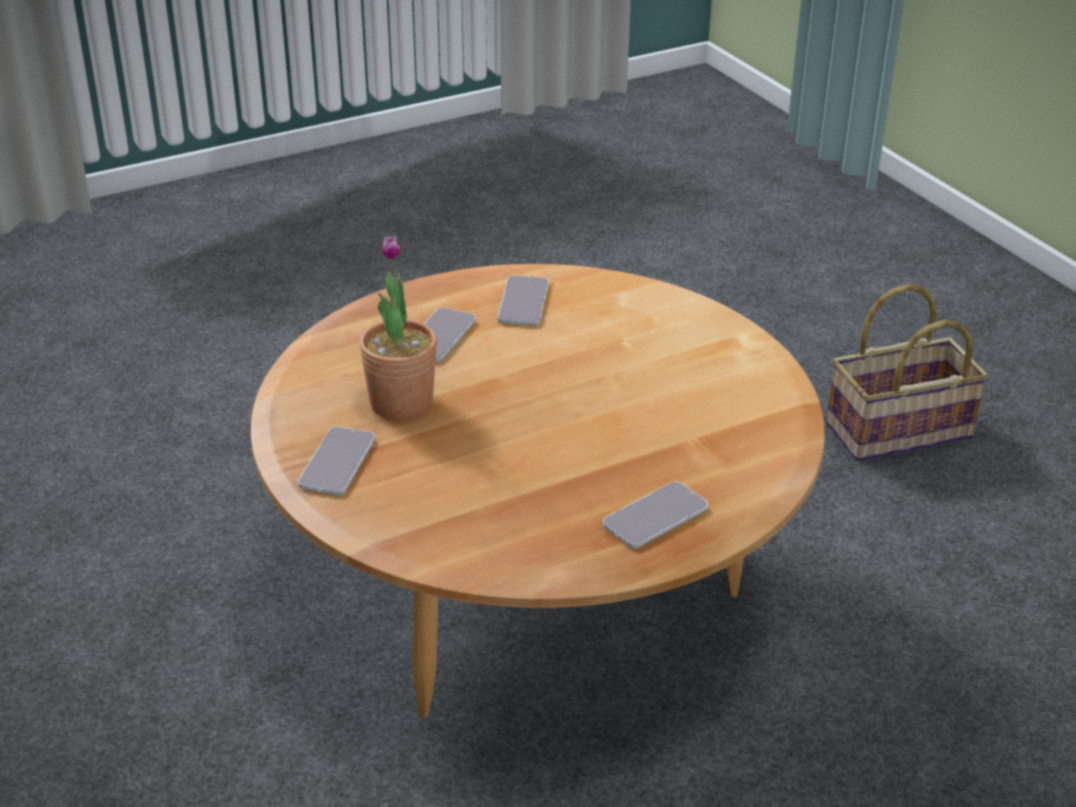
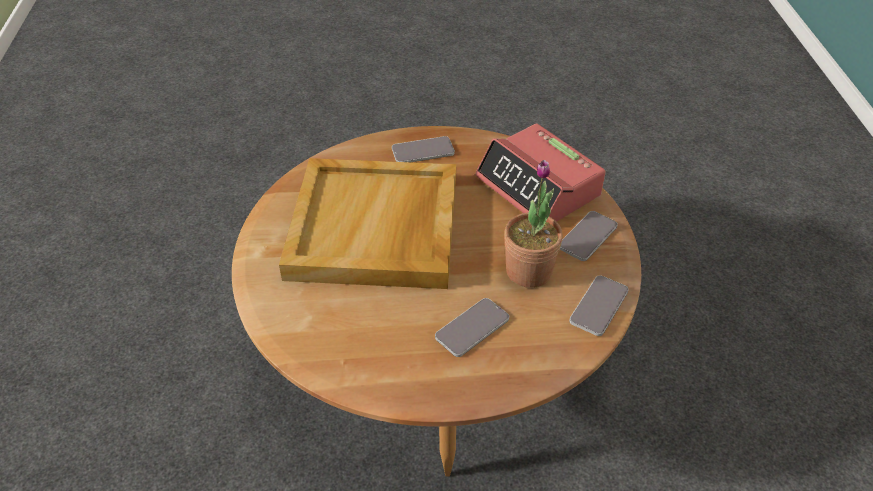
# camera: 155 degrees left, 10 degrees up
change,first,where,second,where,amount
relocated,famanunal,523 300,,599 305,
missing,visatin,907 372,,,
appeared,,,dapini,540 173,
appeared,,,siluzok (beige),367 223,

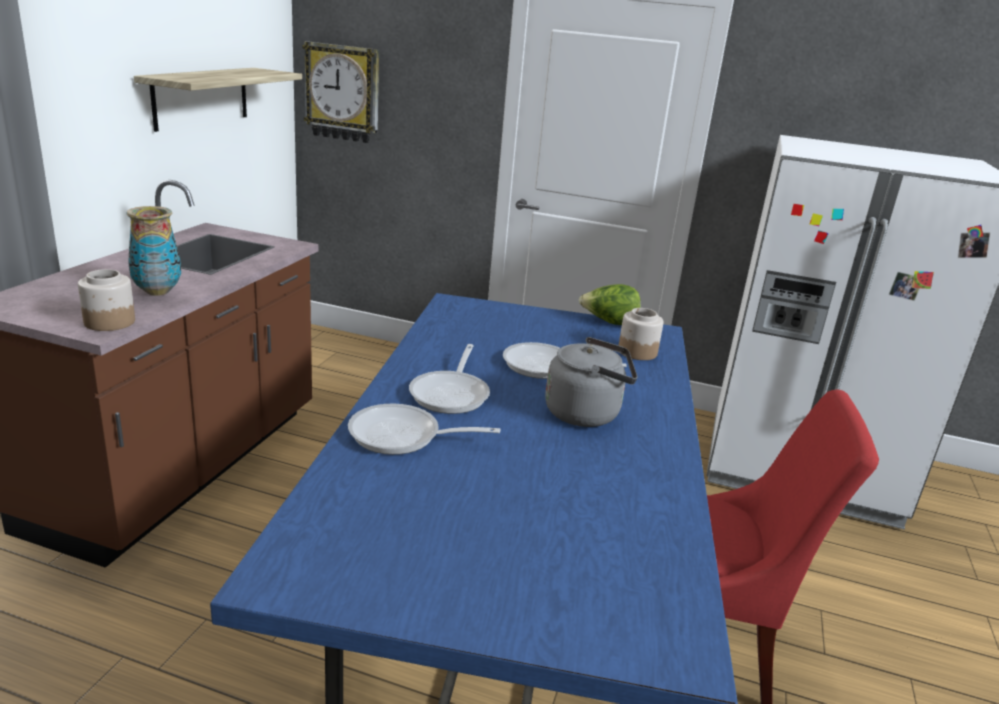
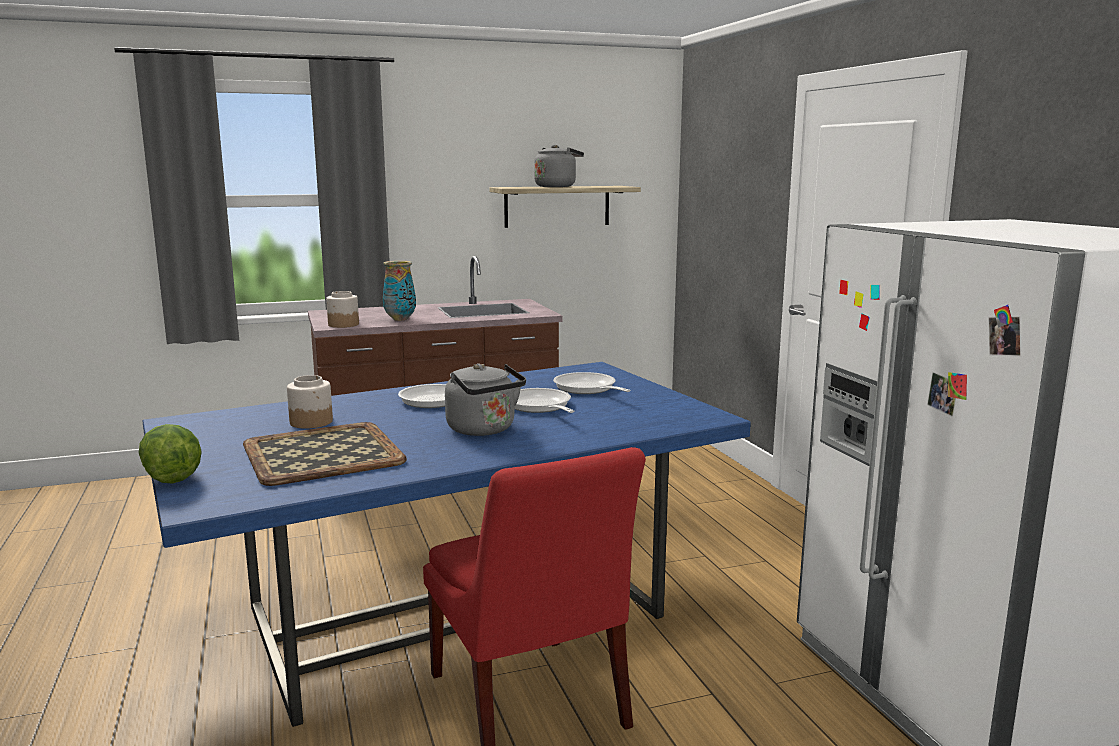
# camera: 55 degrees right, 10 degrees down
change,first,where,second,where,amount
missing,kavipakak,340 92,,,
relocated,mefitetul,610 304,,170 453,
relocated,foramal,641 334,,310 402,
relocated,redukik,424 429,,592 383,
appeared,,,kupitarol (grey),559 166,
appeared,,,siluzok,325 454,

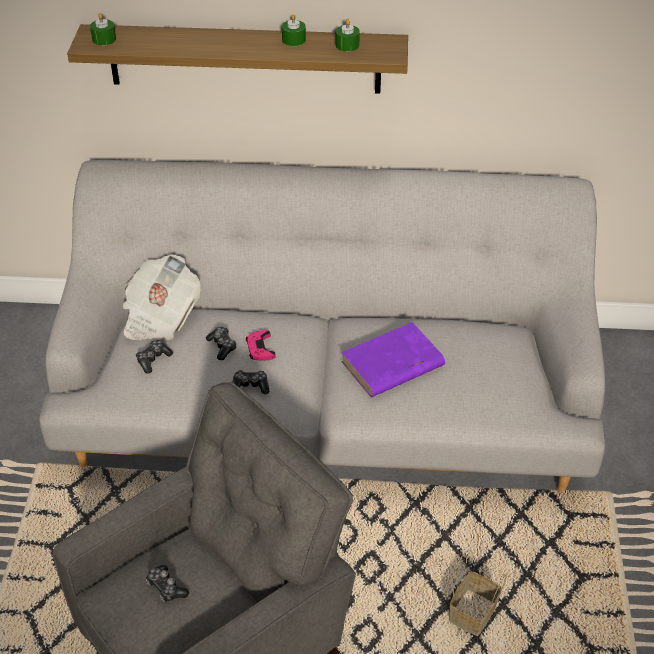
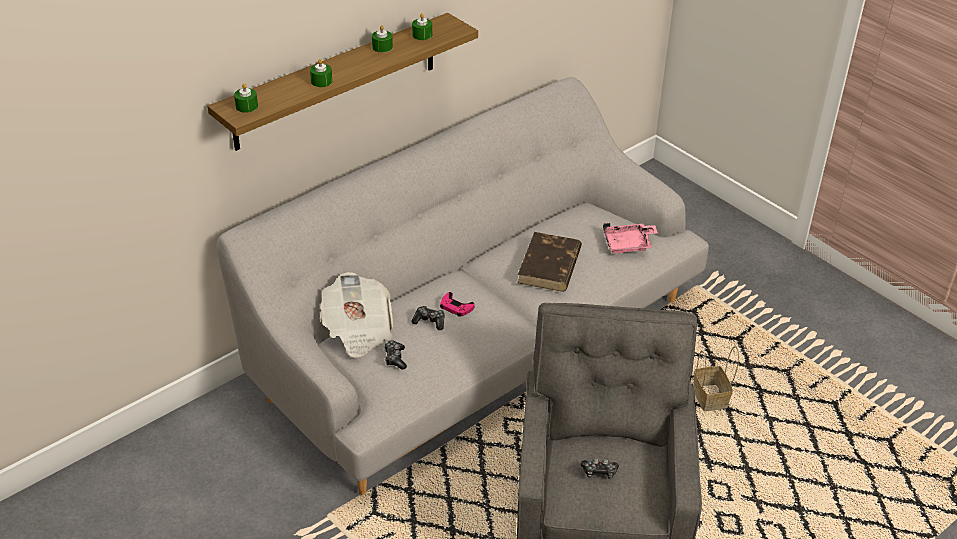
# camera: 45 degrees left, 5 degrees down
change,first,where,second,where,amount
colour,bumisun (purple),393 359,bumisun (brown),550 262,
missing,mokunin,251 382,,,
appeared,,,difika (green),321 73,
appeared,,,siluzok (pink),630 238,

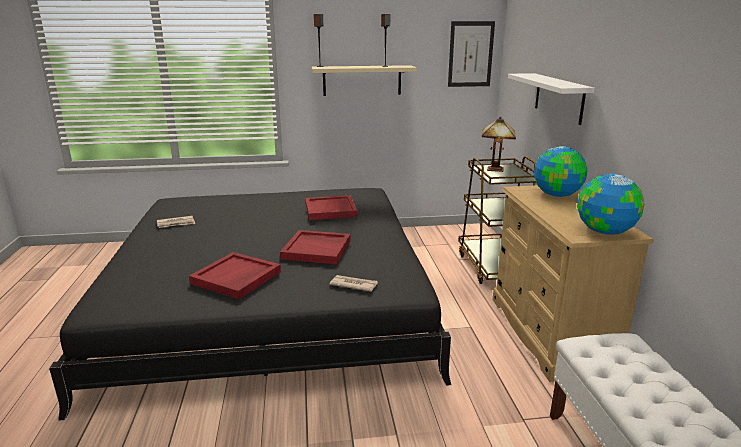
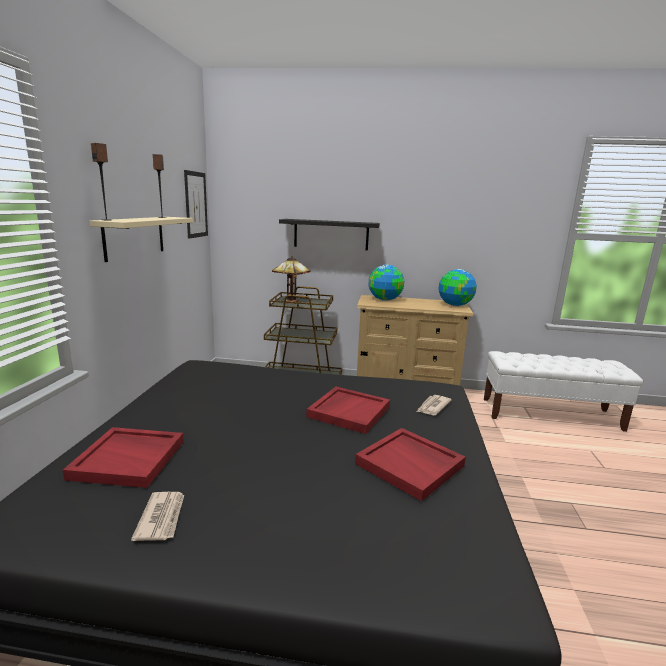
# camera: 75 degrees left, 5 degrees down
change,first,where,second,where,amount
colour,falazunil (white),551 99,falazunil (black),329 235,
relocated,siluzok (red),331 207,,123 457,

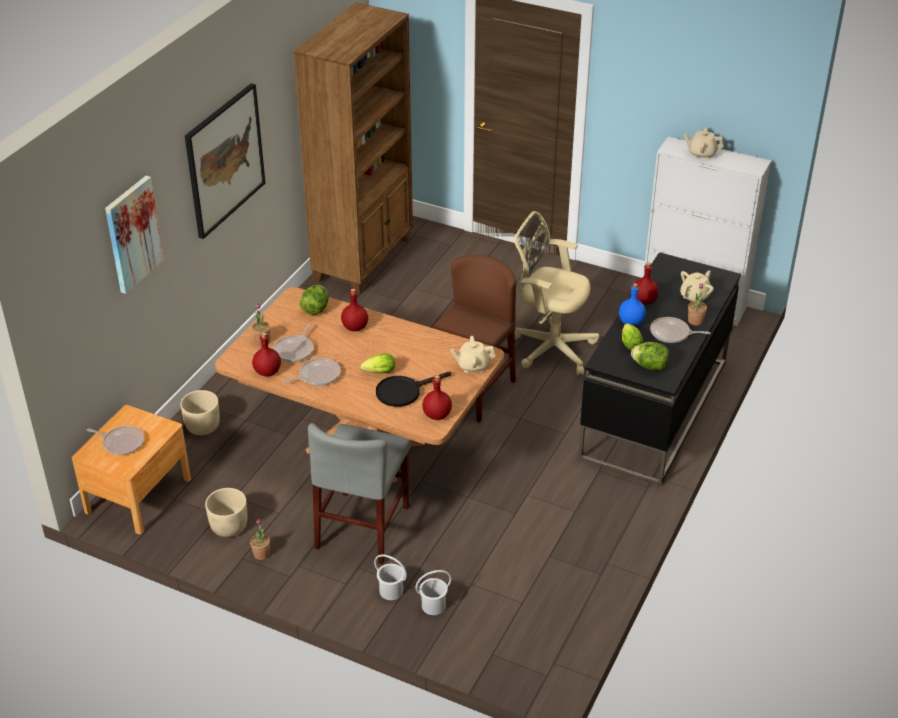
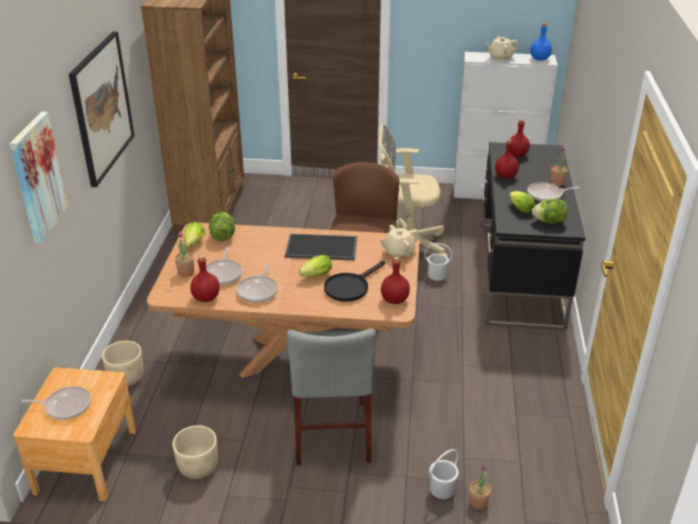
# camera: 20 degrees left, 5 degrees down
change,first,where,second,where,amount
missing,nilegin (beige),697 286,,,
relocated,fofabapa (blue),632 304,,541 42,
relocated,fofabapa (red),354 310,,520 138,
spun,redukik,311 372,,257 282,150 degrees clockwise
relocated,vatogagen,260 539,,480 486,
relocated,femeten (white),390 577,,438 262,
appeared,,,mefitetul,194 234,
appeared,,,siluzok,321 247,

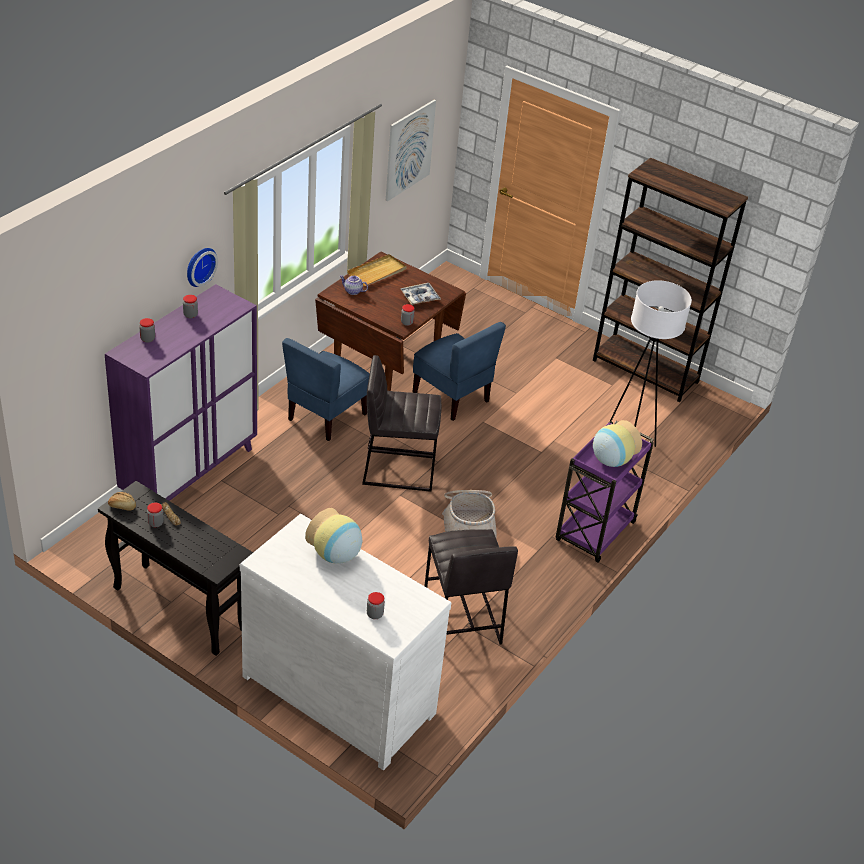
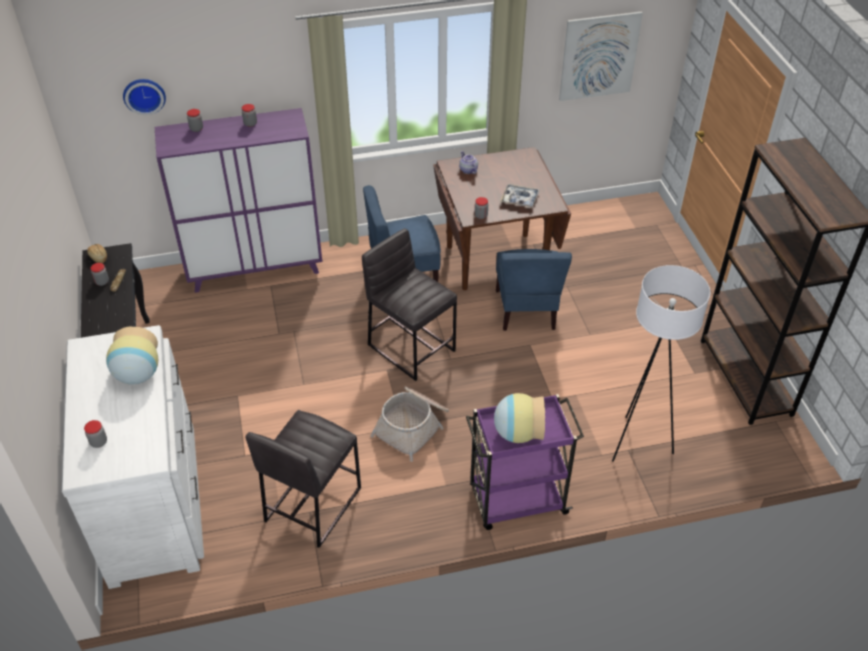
# camera: 45 degrees right, 5 degrees up
change,first,where,second,where,amount
relocated,kavipakak,202 267,,144 97,
missing,siluzok (beige),376 270,,,

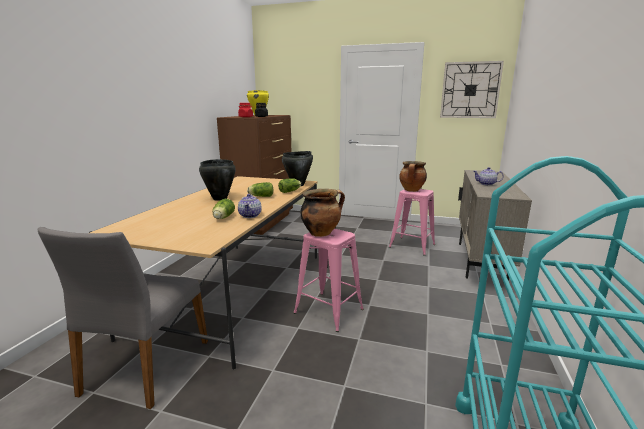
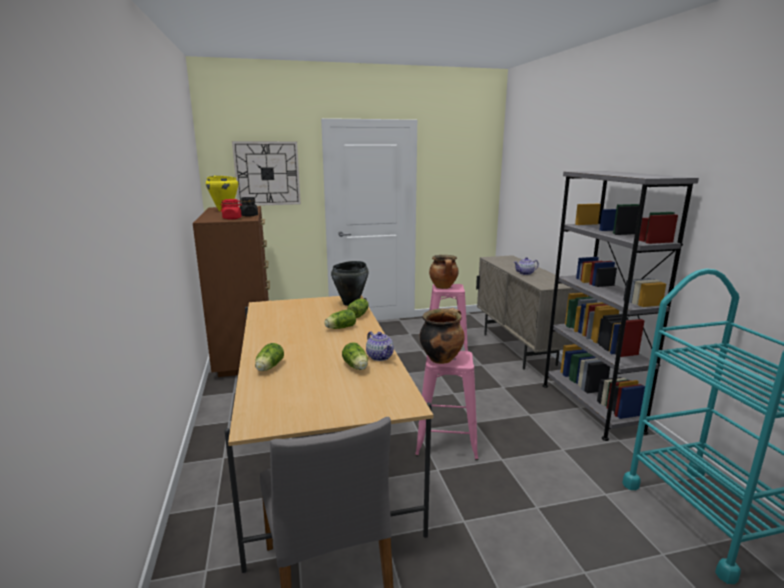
# camera: 30 degrees left, 0 degrees up
change,first,where,second,where,amount
relocated,kavipakak,472 89,,266 173,
missing,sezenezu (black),217 180,,,
appeared,,,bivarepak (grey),621 306,
appeared,,,mefitetul,269 357,

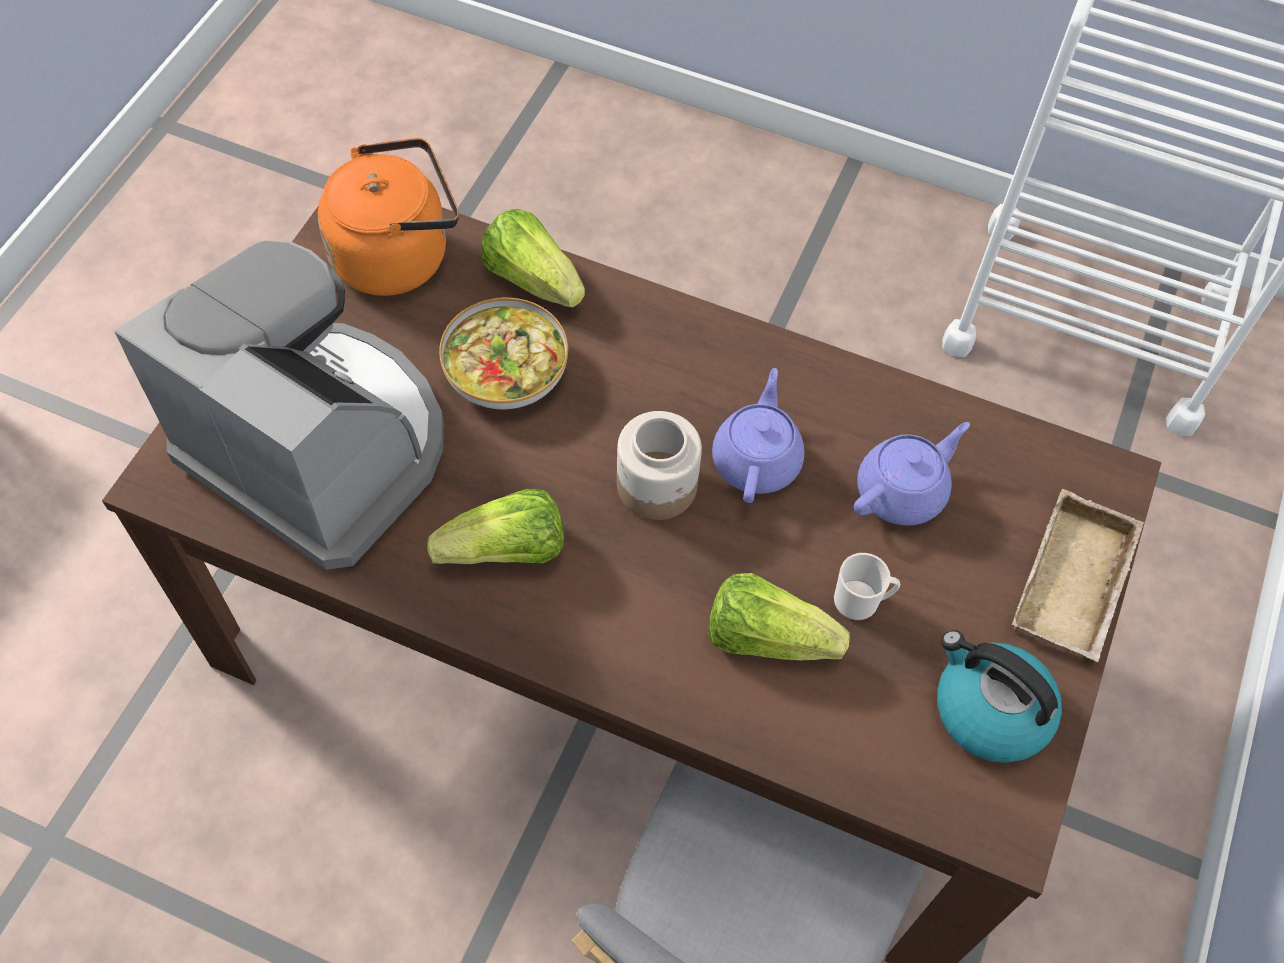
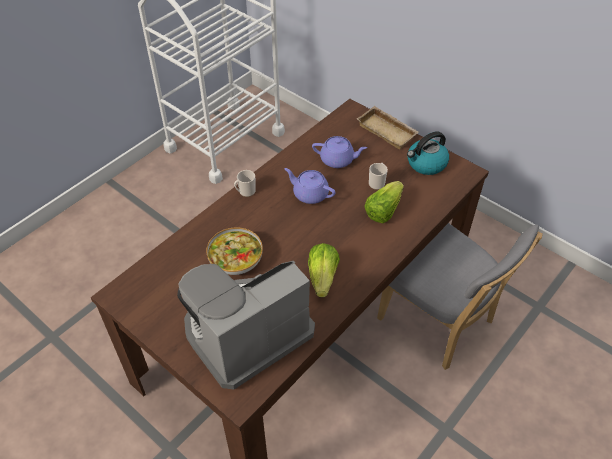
# camera: 70 degrees left, 10 degrees down
change,first,where,second,where,amount
missing,kupitarol (orange),388 217,,,
missing,mefitetul,533 258,,,
missing,foramal,659 465,,,
spun,nilegin (purple),912 474,,339 152,120 degrees clockwise
appeared,,,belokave,245 183,

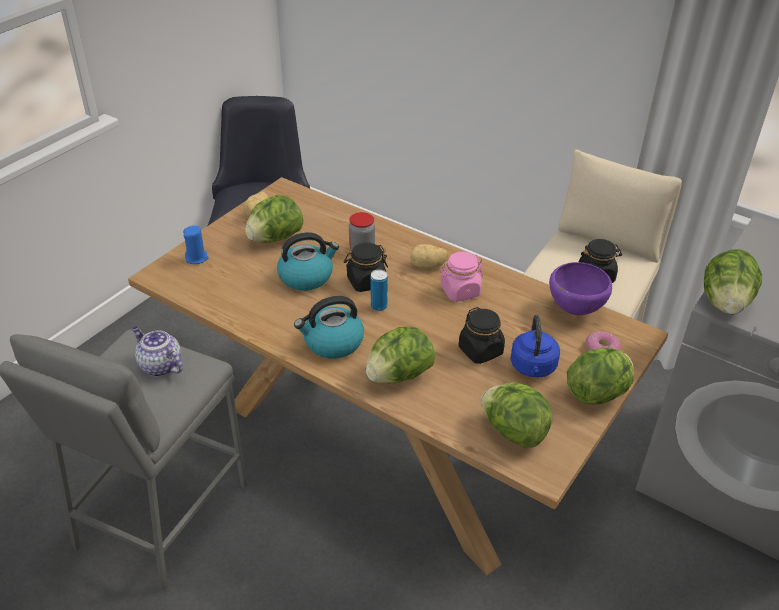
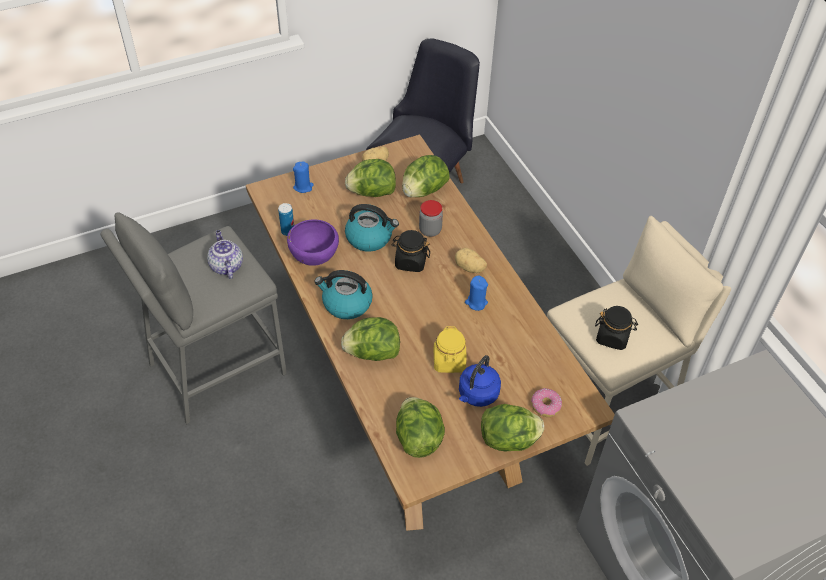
# camera: 30 degrees right, 10 degrees up
change,first,where,second,where,amount
relocated,mefitetul,733 281,,426 176,
exchanged,foramal (pink),461 277,difika (blue),476 293,
relocated,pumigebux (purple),580 288,,313 242,
relocated,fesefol,379 290,,286 219,
colour,foramal (black),481 335,foramal (yellow),450 349,

